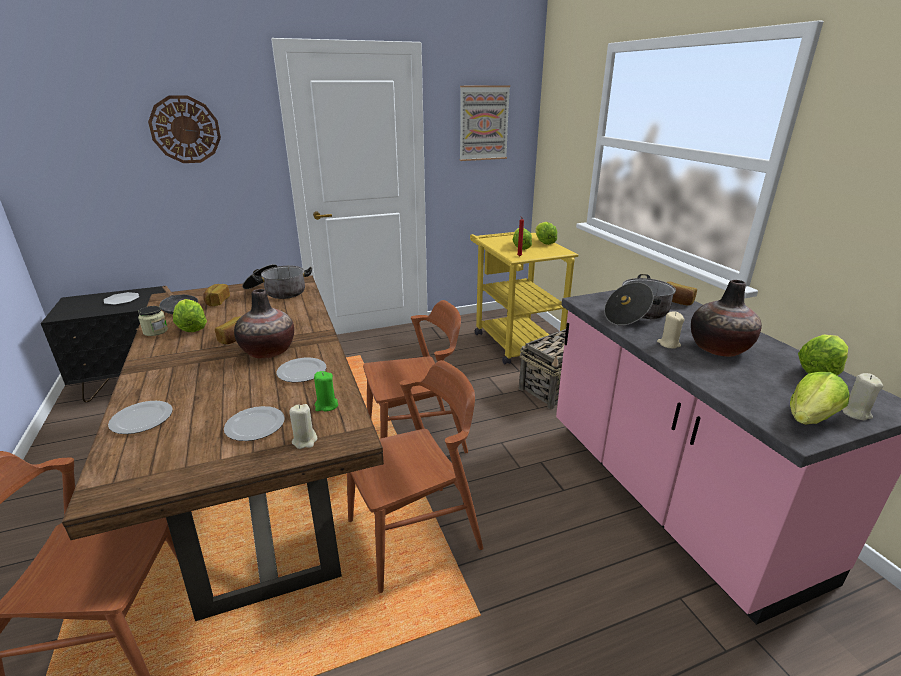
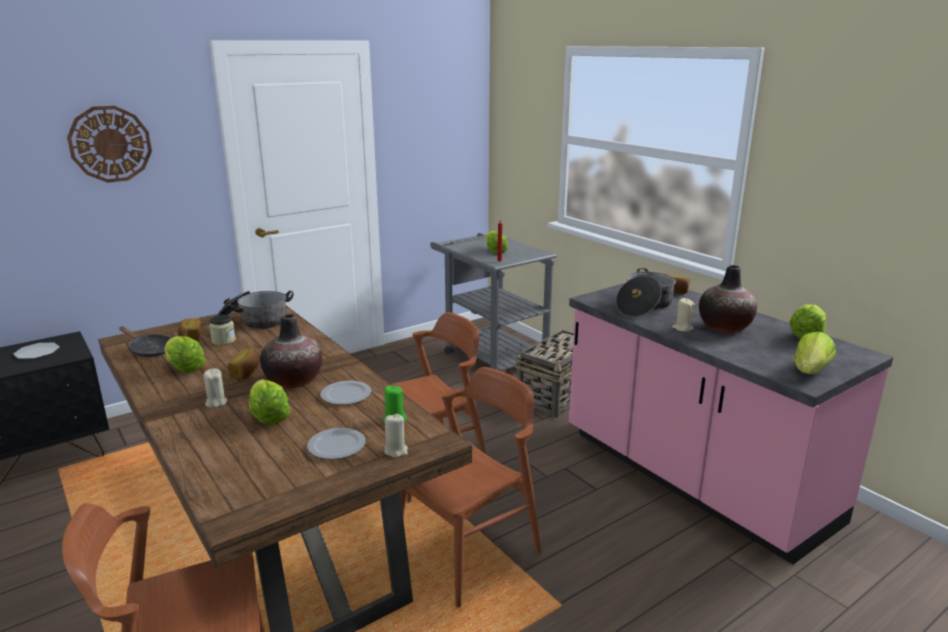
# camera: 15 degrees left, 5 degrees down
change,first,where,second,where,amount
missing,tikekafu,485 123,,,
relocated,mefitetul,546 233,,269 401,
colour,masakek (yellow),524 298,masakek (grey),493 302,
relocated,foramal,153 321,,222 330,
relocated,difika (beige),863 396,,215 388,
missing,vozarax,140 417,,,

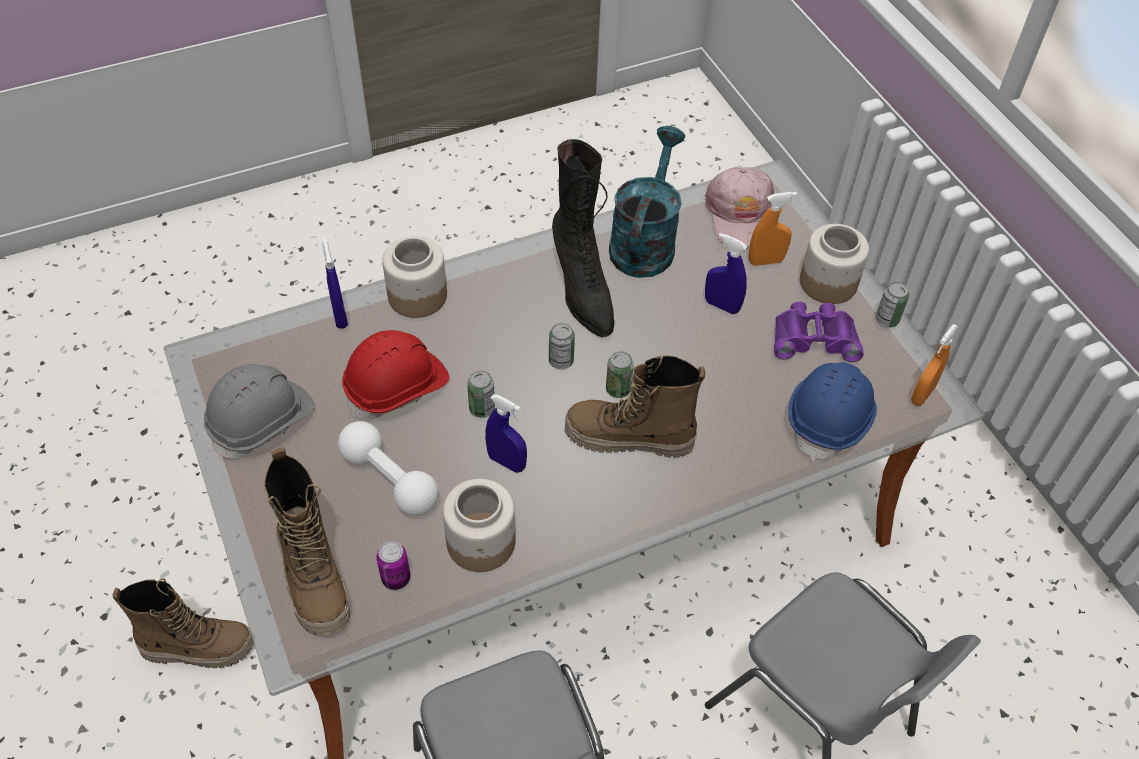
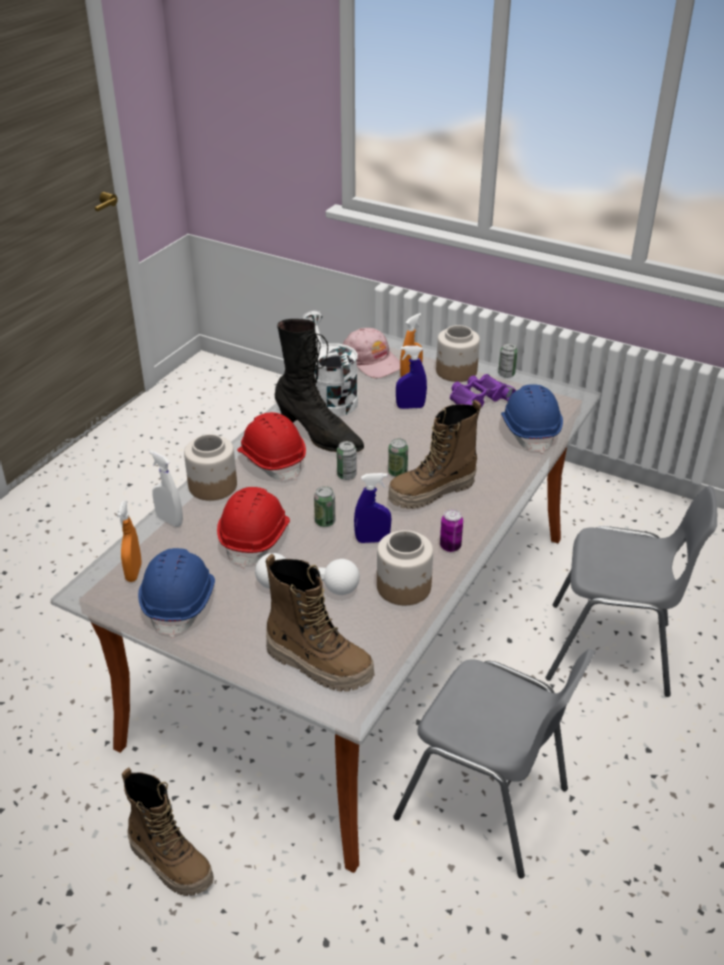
# camera: 35 degrees left, 15 degrees down
change,first,where,second,where,amount
colour,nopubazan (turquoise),647 202,nopubazan (white),330 364,
colour,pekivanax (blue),335 283,pekivanax (white),166 489,
relocated,pekivanax (orange),934 365,,129 541,
colour,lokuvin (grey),259 411,lokuvin (blue),176 593,
relocated,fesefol,393 565,,451 530,
spun,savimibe,183 623,,168 832,75 degrees clockwise
appeared,,,lokuvin (red),271 446,

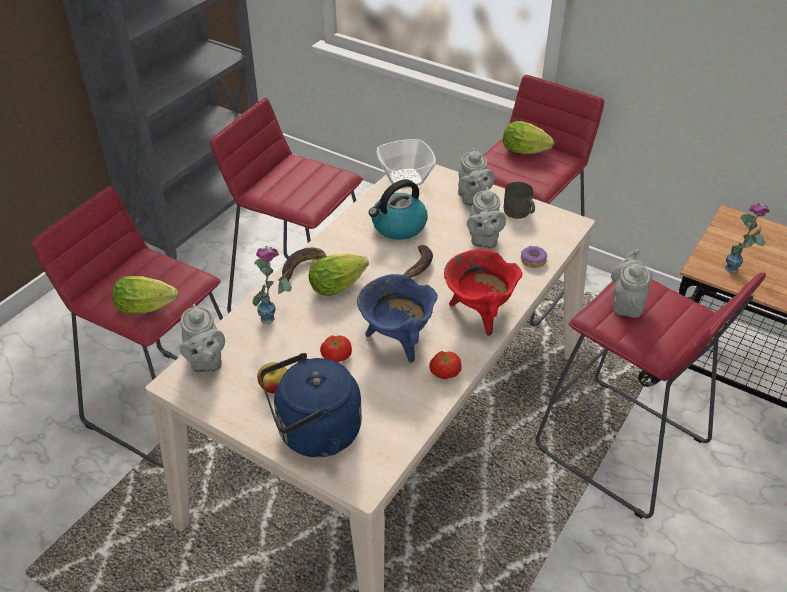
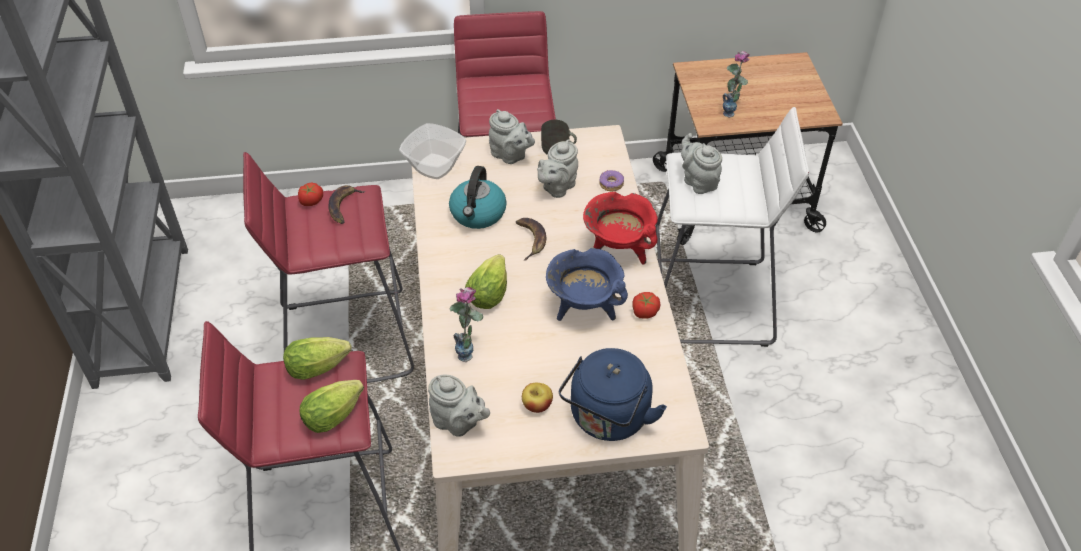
# camera: 40 degrees left, 5 degrees up
change,first,where,second,where,amount
relocated,mefitetul,528 137,,317 358,
spun,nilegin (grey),486 218,,557 168,75 degrees clockwise
relocated,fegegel,304 264,,346 204,
colour,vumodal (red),651 396,vumodal (white),732 227,
relocated,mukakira,336 348,,310 194,

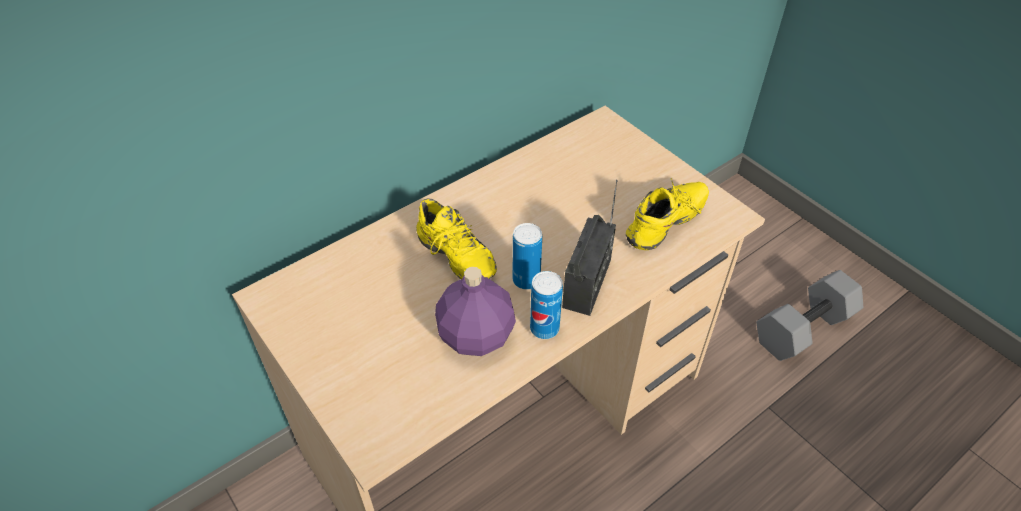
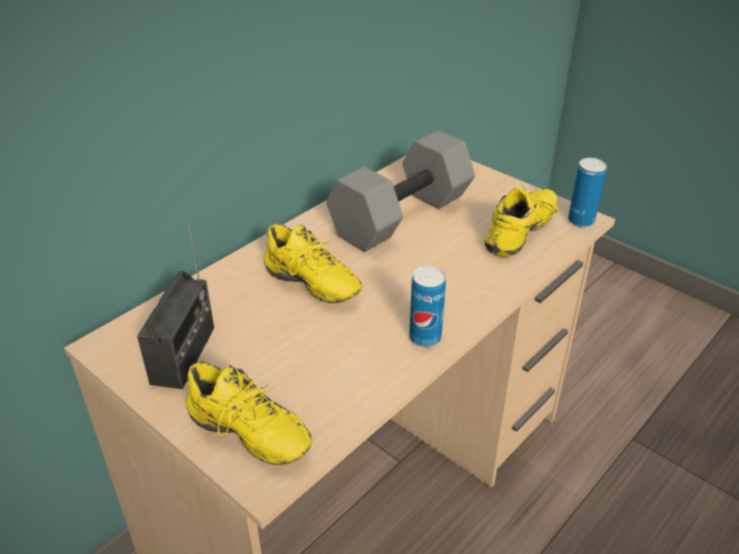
# camera: 10 degrees left, 10 degrees down
change,first,where,second,where,amount
relocated,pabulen,590 248,,175 305,
relocated,fesefol,527 256,,587 192,
missing,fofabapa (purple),475 311,,,
relocated,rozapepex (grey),809 315,,401 191,
appeared,,,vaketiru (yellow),249 413,

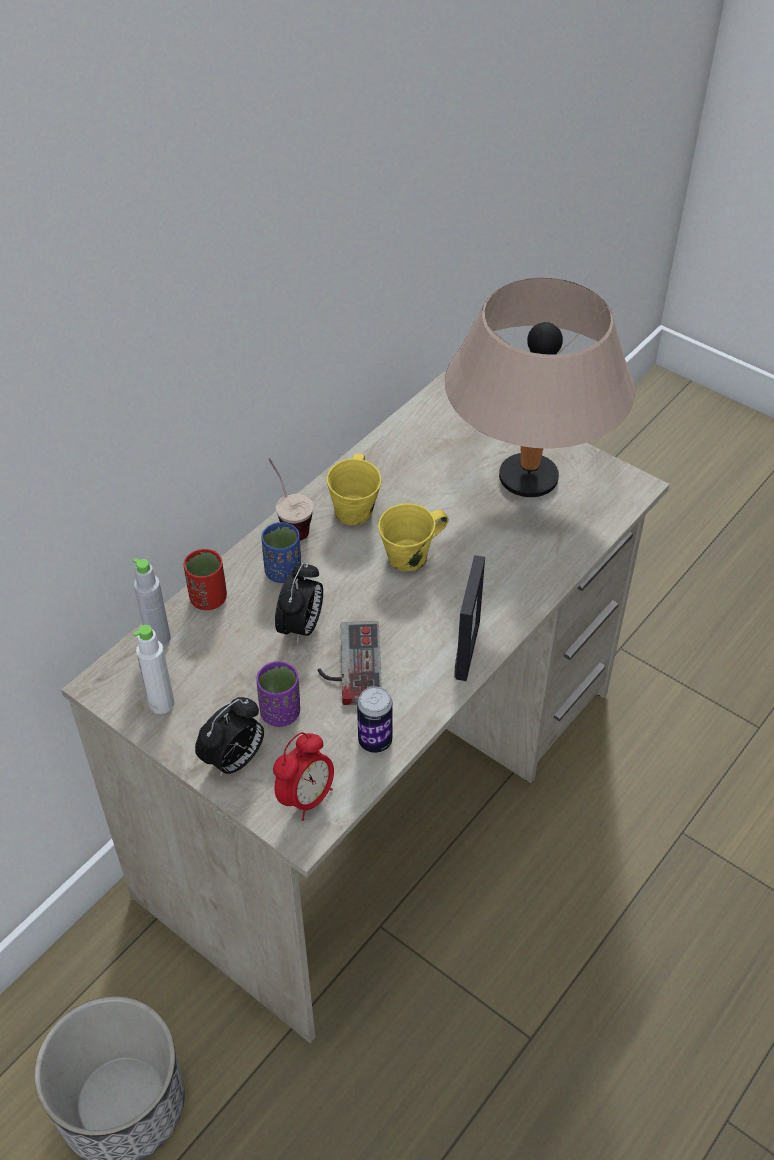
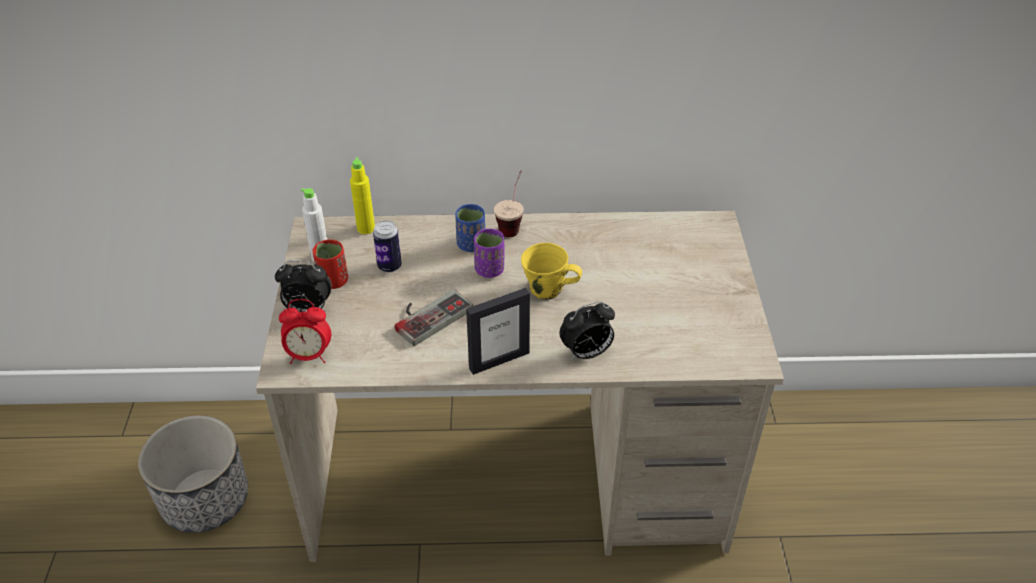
# camera: 50 degrees right, 5 degrees down
change,first,where,second,where,amount
missing,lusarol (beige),540 387,,,
missing,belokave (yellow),354 490,,,
relocated,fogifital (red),205 579,,330 264,
colour,fofabapa (grey),152 602,fofabapa (yellow),362 195,
relocated,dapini,299 603,,587 330,
relocated,fogifital (purple),278 694,,489 253,
relocated,fesefol,375 720,,387 246,

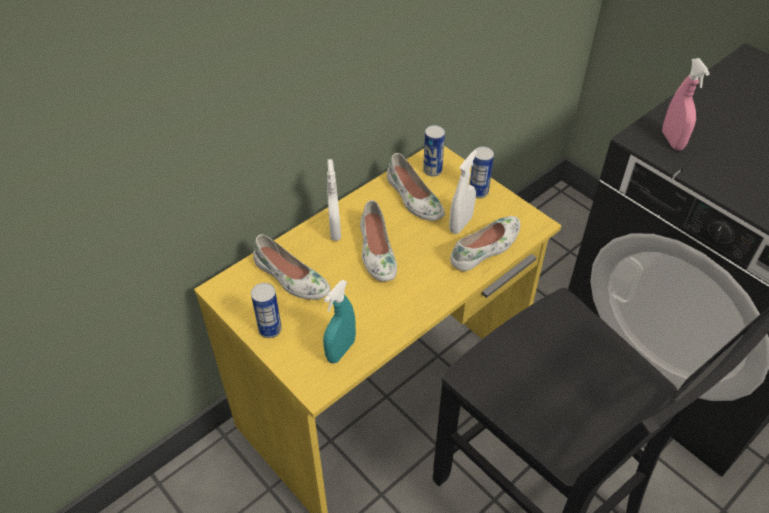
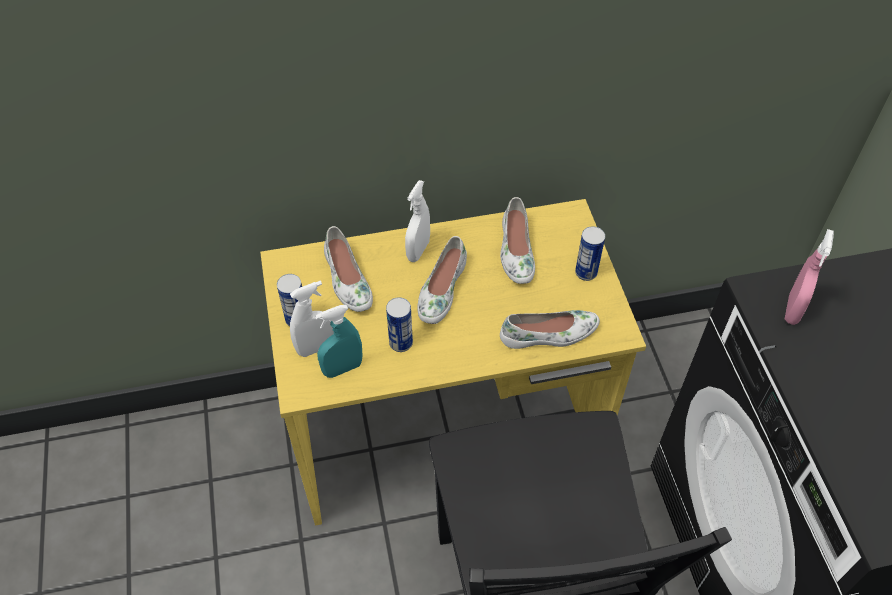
# camera: 30 degrees right, 5 degrees up
change,first,where,second,where,amount
relocated,fesefol,434 150,,399 324,
relocated,pekivanax (white),463 192,,312 319,

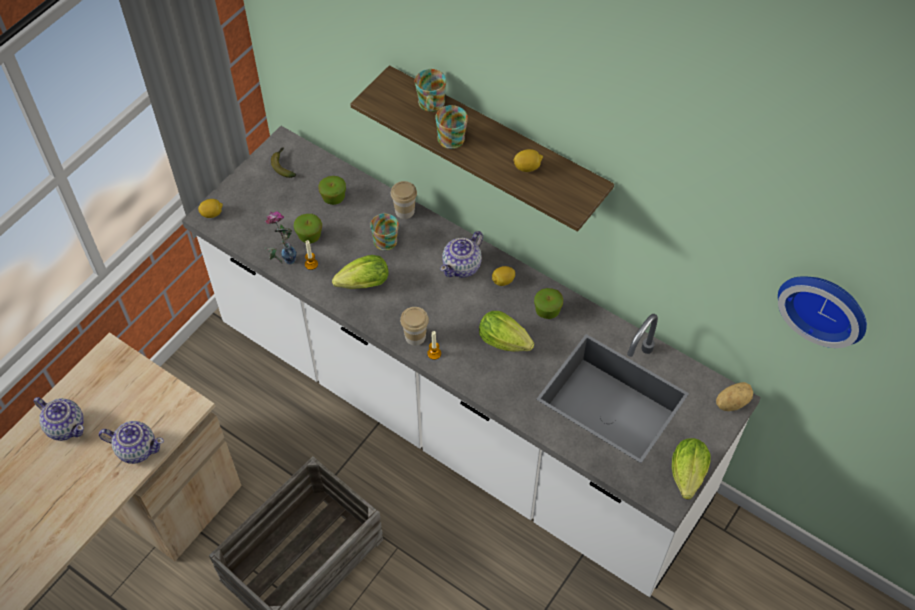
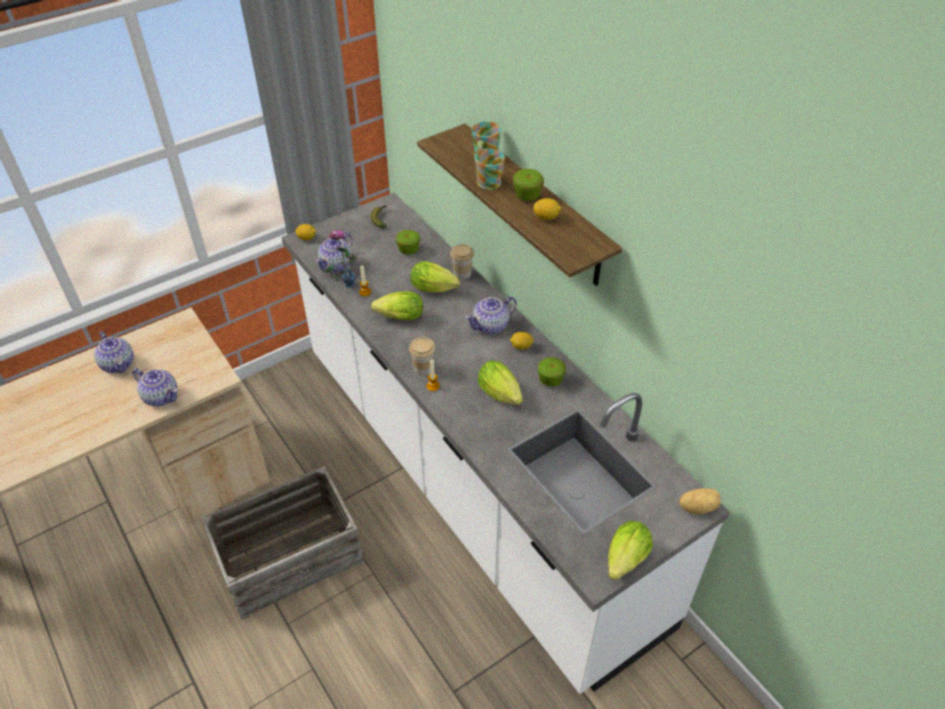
# camera: 20 degrees right, 10 degrees down
change,first,where,second,where,amount
exchanged,belokave,384 232,mefitetul,435 277,
relocated,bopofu,308 229,,528 185,
missing,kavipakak,822 312,,,
appeared,,,nilegin,334 252,

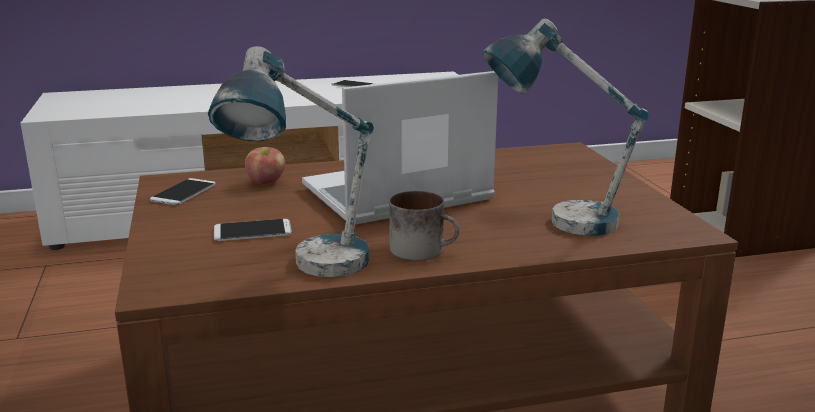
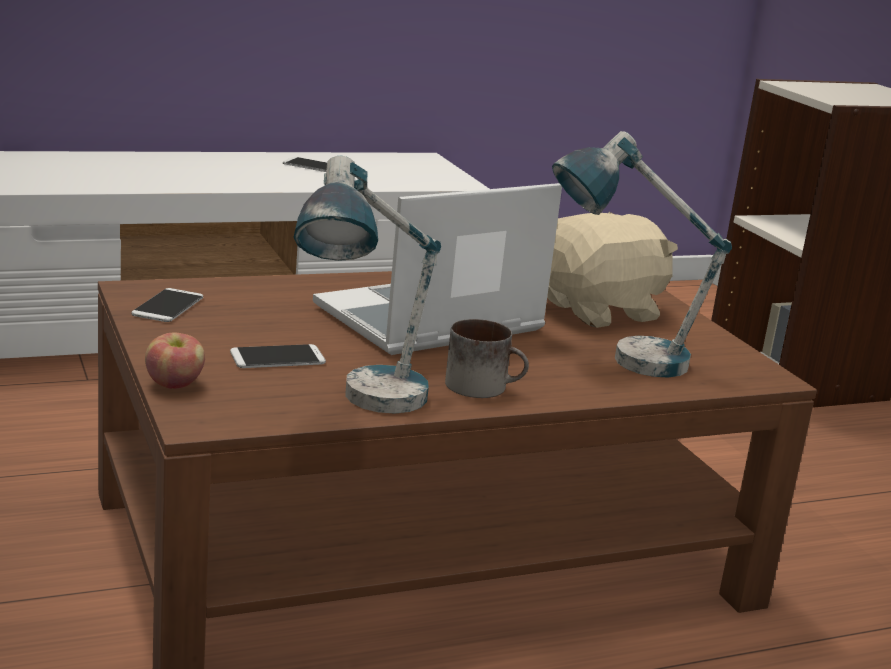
# camera: 10 degrees left, 0 degrees up
change,first,where,second,where,amount
relocated,bopofu,265 165,,175 361,
appeared,,,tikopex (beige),612 270,

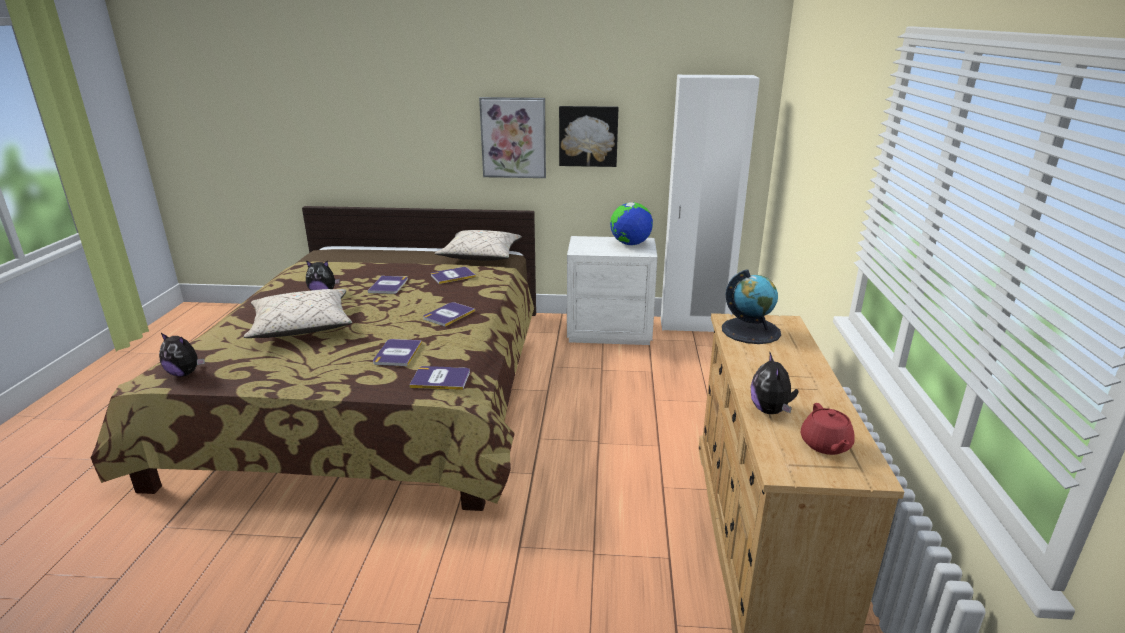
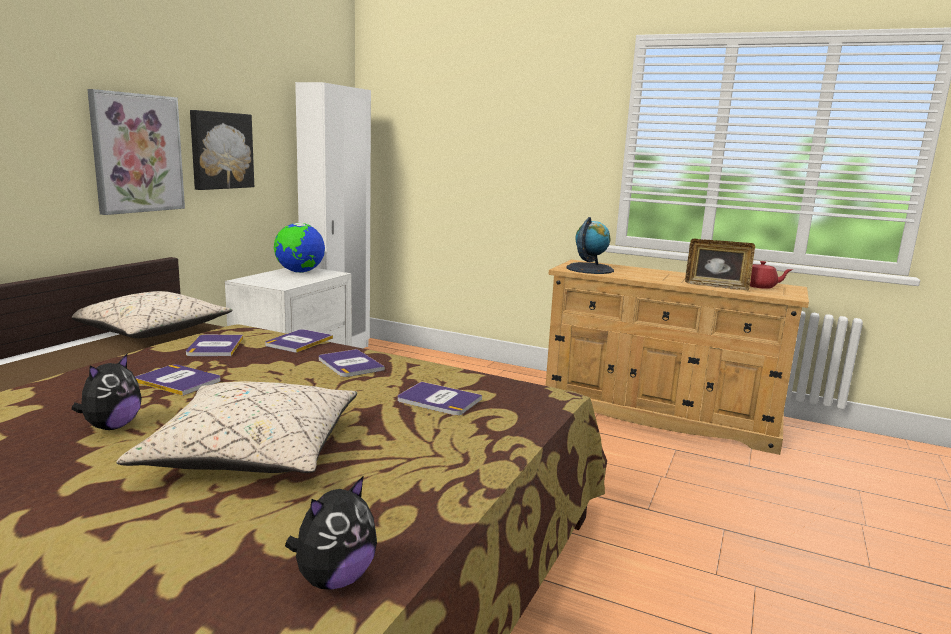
# camera: 70 degrees left, 10 degrees down
change,first,where,second,where,amount
exchanged,tikopex,774 382,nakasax,720 264,
relocated,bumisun,439 378,,299 341,

